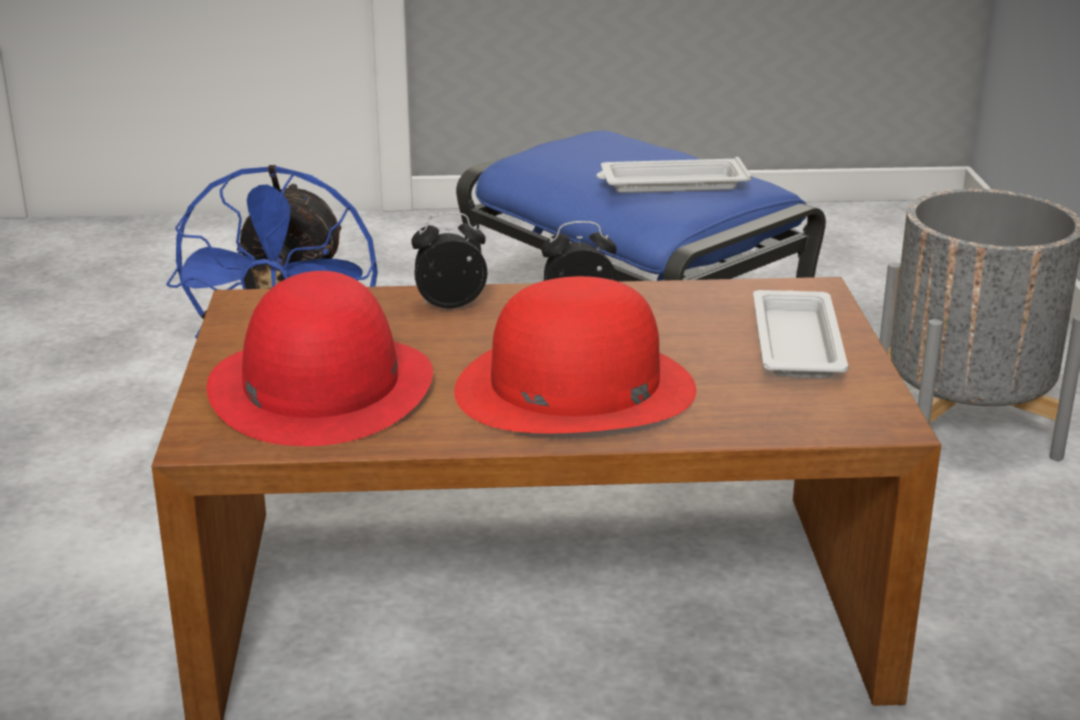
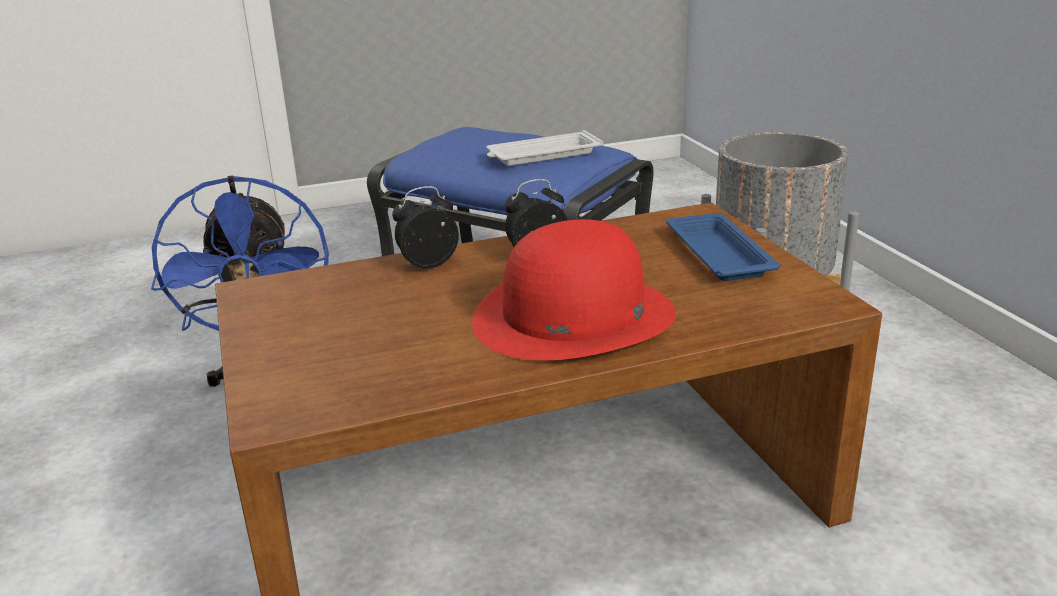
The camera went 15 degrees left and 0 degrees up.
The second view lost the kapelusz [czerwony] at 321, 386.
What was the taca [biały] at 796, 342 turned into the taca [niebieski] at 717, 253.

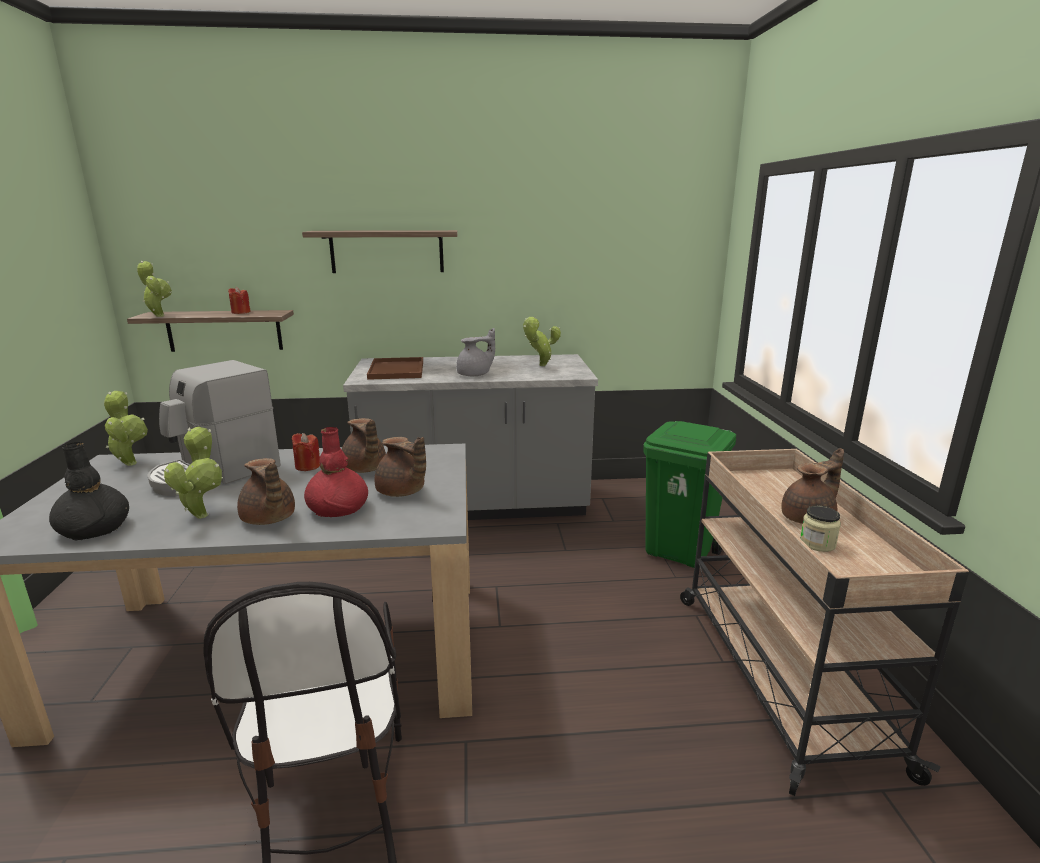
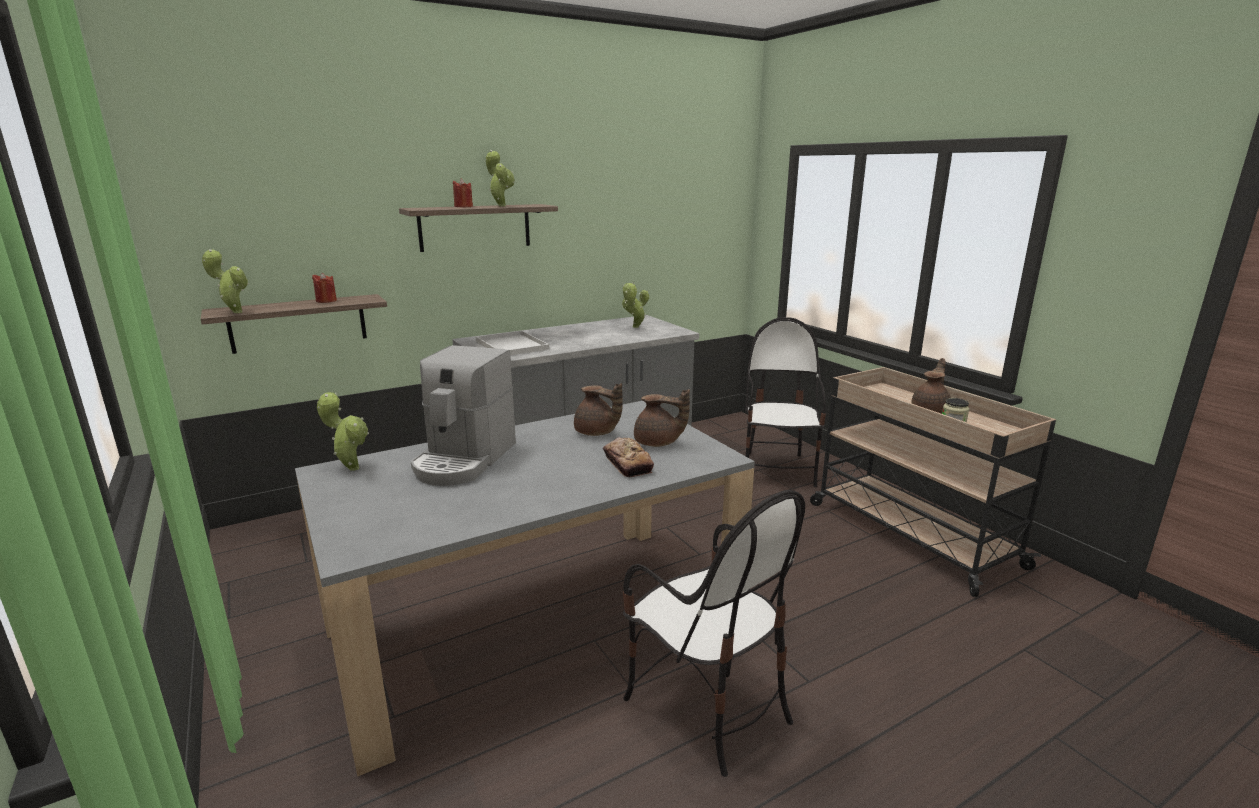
The camera went 25 degrees left and 0 degrees up.
The second view lost the wazon [czarny] at 95, 528.
The roślina doniczkowa ended up elsewhere, having gone from 203, 513 to 501, 206.
The second view lost the imbryk [brązowy] at 268, 519.
The świeca [czerwony] ended up elsewhere, having gone from 307, 466 to 463, 206.
Where the wazon [czerwony] stood at 338, 508, the chleb came to stand at 627, 463.
What was the taca [brązowy] at 396, 369 turned into the taca [biały] at 510, 345.
The second view lost the imbryk [szary] at 475, 375.
Where the kosz na śmieci [zielony] stood at 680, 551, the krzesło came to stand at 777, 470.

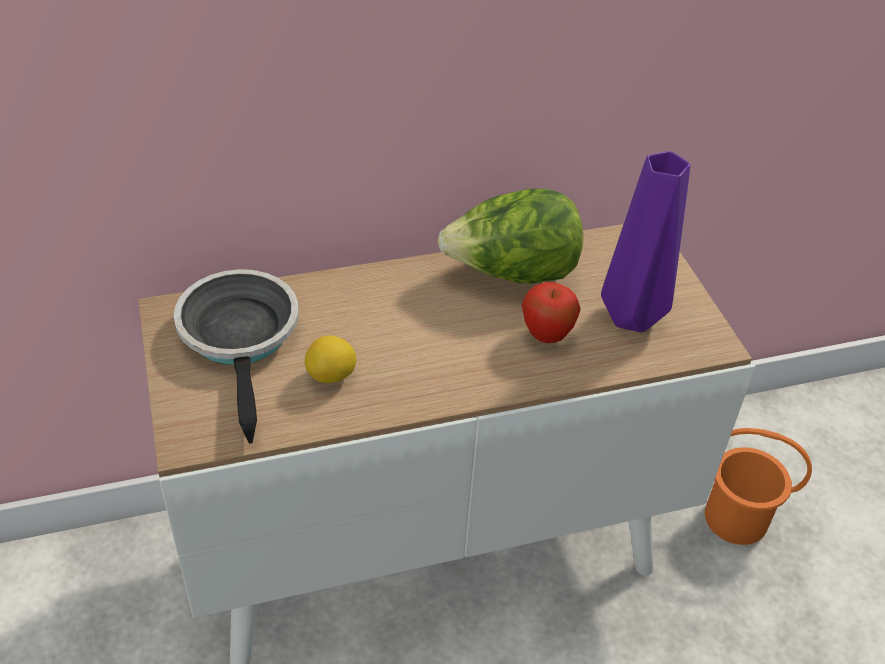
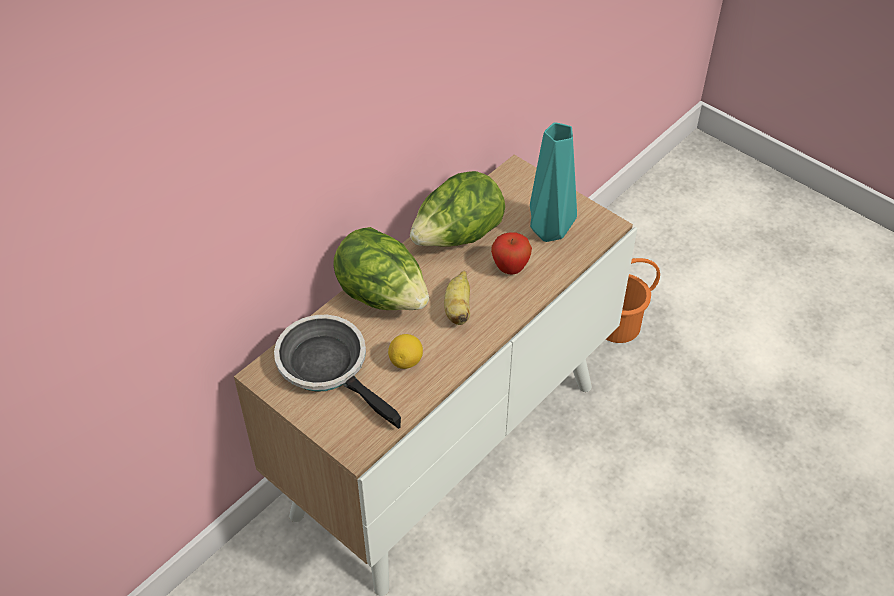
The camera went 30 degrees left and 5 degrees up.
What was the wazon [fioletowy] at 628, 317 turned into the wazon [turkusowy] at 547, 232.
The second view gained the sałata at 383, 296.
The second view gained the banan at 458, 309.

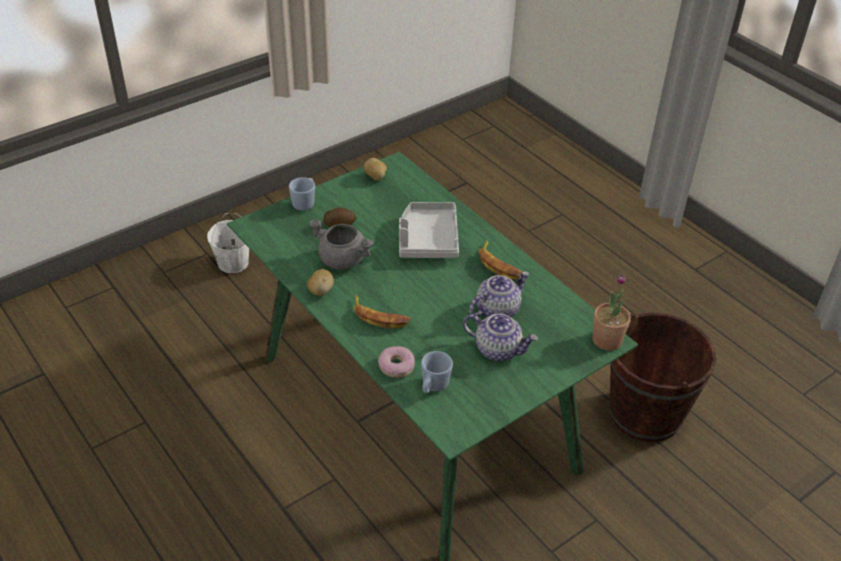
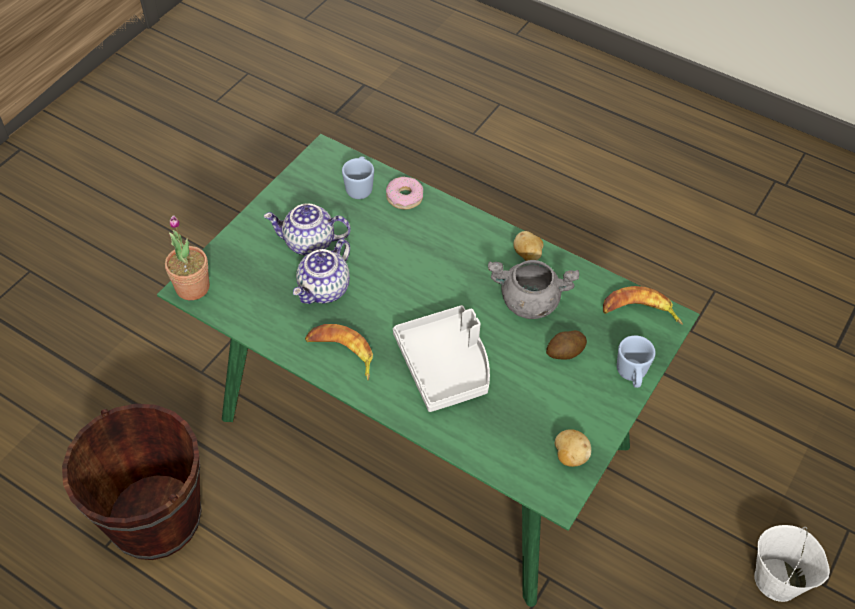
The camera went 160 degrees right and 10 degrees up.
The banan ended up elsewhere, having gone from 379, 316 to 639, 312.

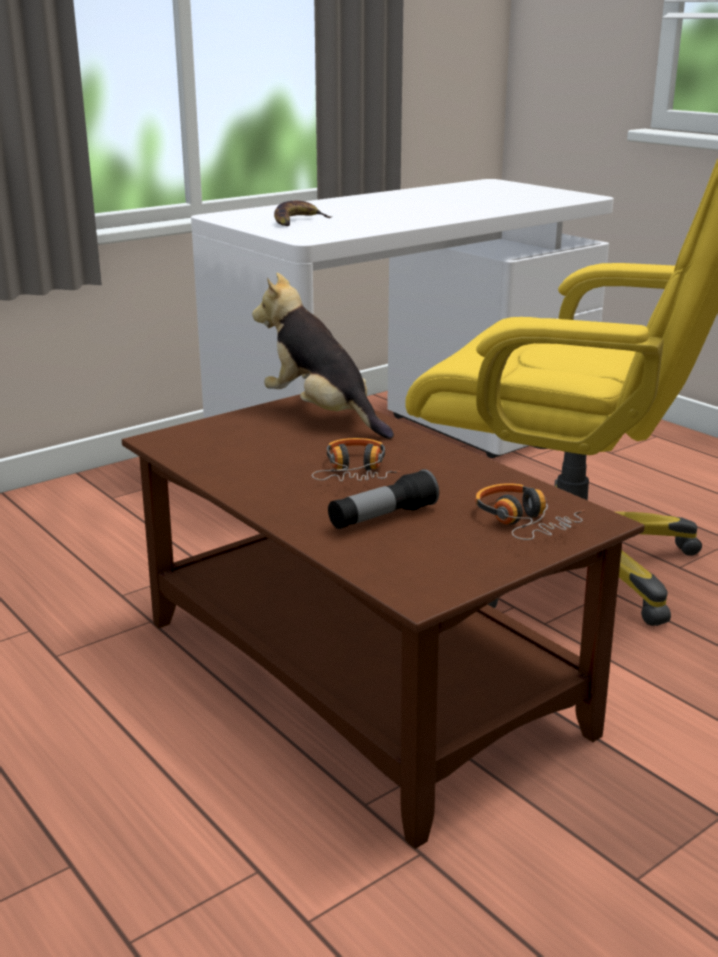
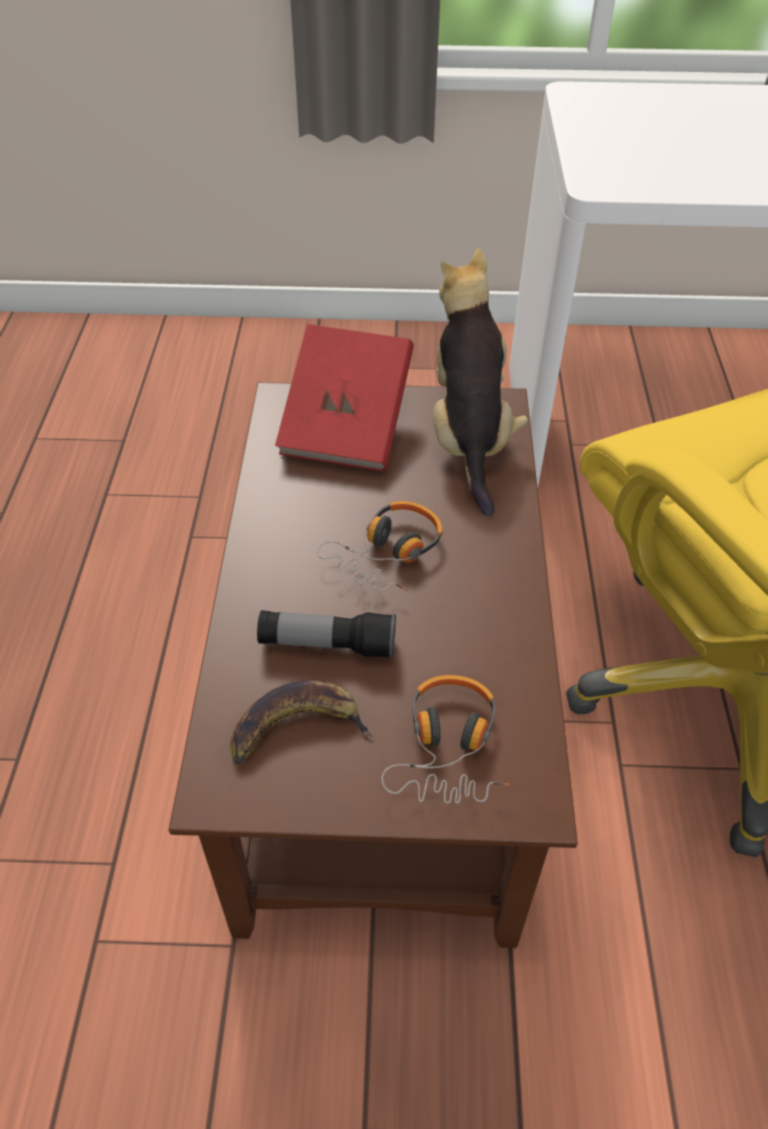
The camera went 40 degrees right and 25 degrees up.
The banan ended up elsewhere, having gone from 297, 221 to 297, 727.
The second view gained the książka [czerwony] at 347, 426.

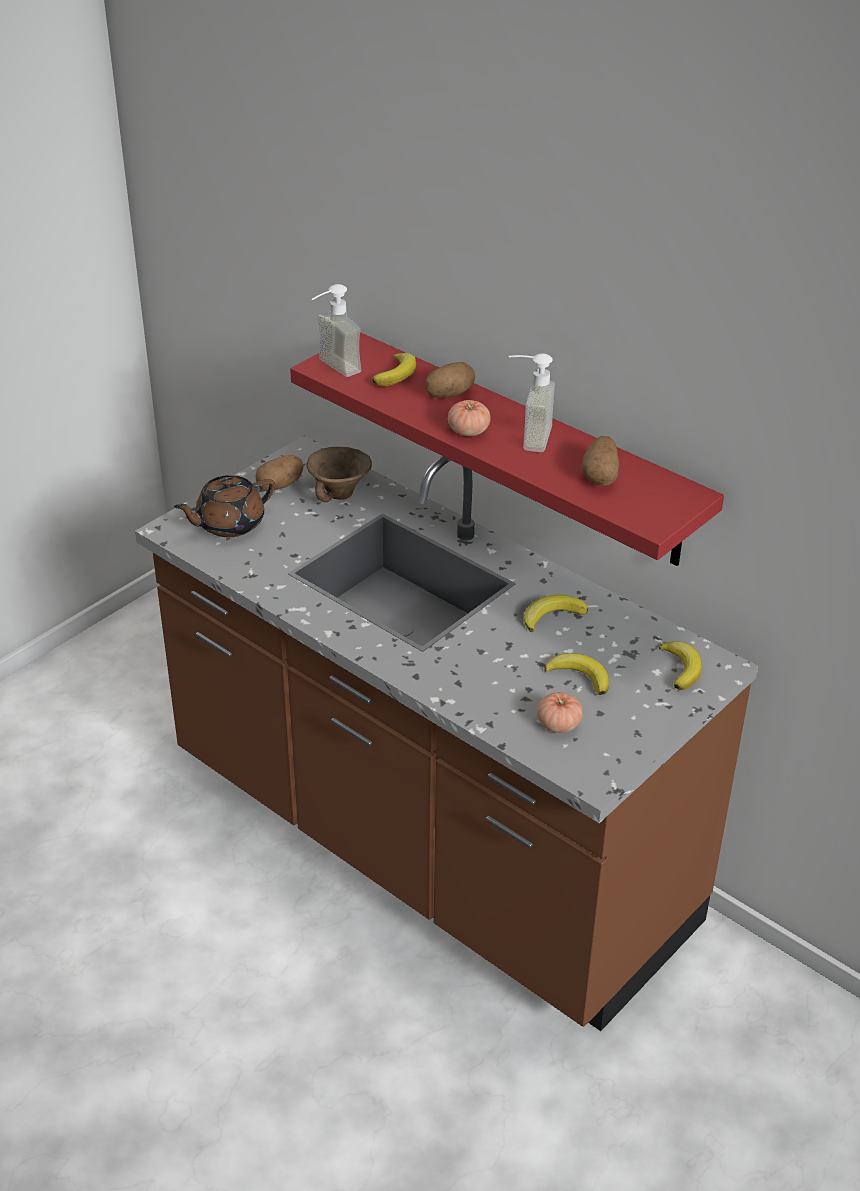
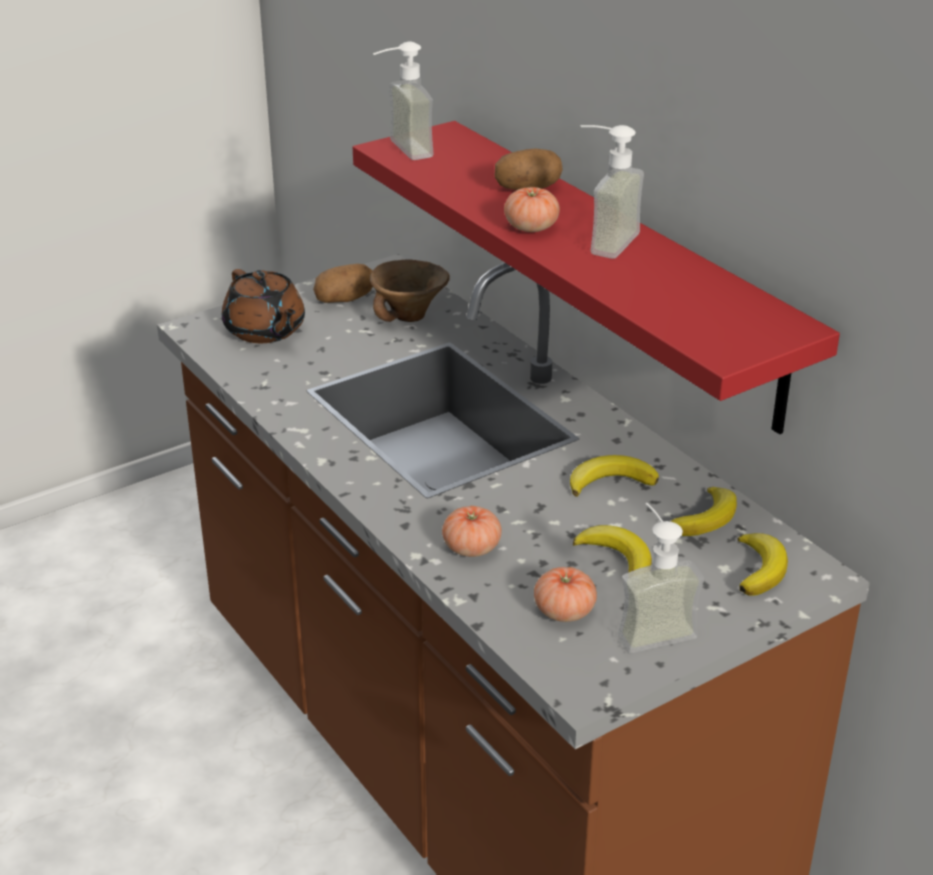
The camera went 15 degrees right and 5 degrees down.
The imbryk [brązowy] at 229, 524 ended up facing another way, 105 degrees counterclockwise from before.
The banan ended up elsewhere, having gone from 397, 373 to 707, 518.
The second view lost the ziemniak at 600, 475.
The second view gained the pomidor at 471, 548.
The second view gained the dozownik mydła at 650, 627.

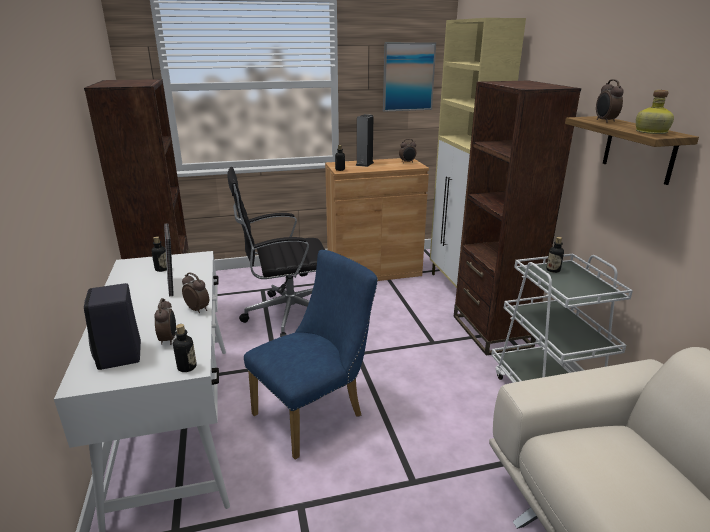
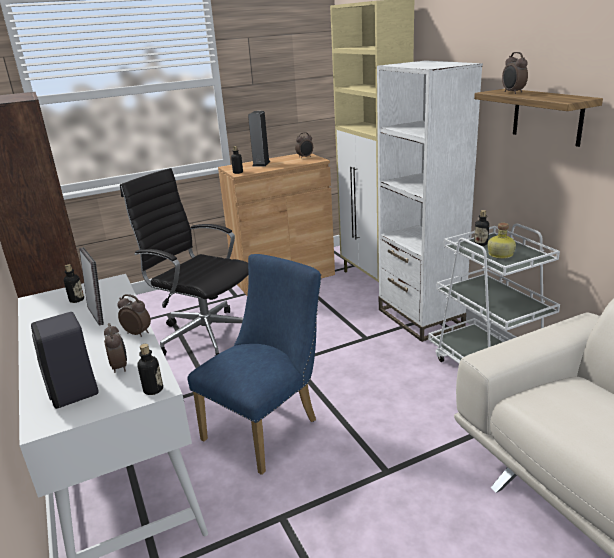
The camera went 10 degrees left and 0 degrees up.
The krzesło biurowe [czarny] at 287, 315 ended up facing another way, 60 degrees clockwise from before.
The second view lost the obraz at 408, 77.
What was the regał [brązowy] at 491, 331 turned into the regał [biały] at 420, 318.
The butelka ended up elsewhere, having gone from 650, 132 to 499, 254.

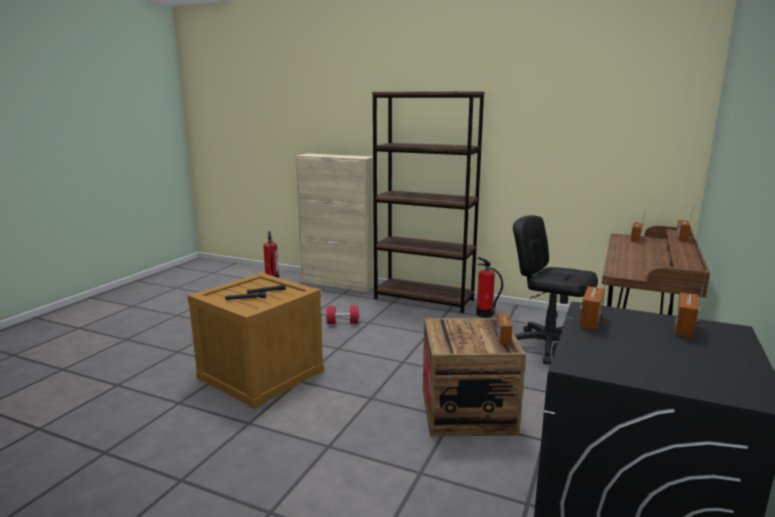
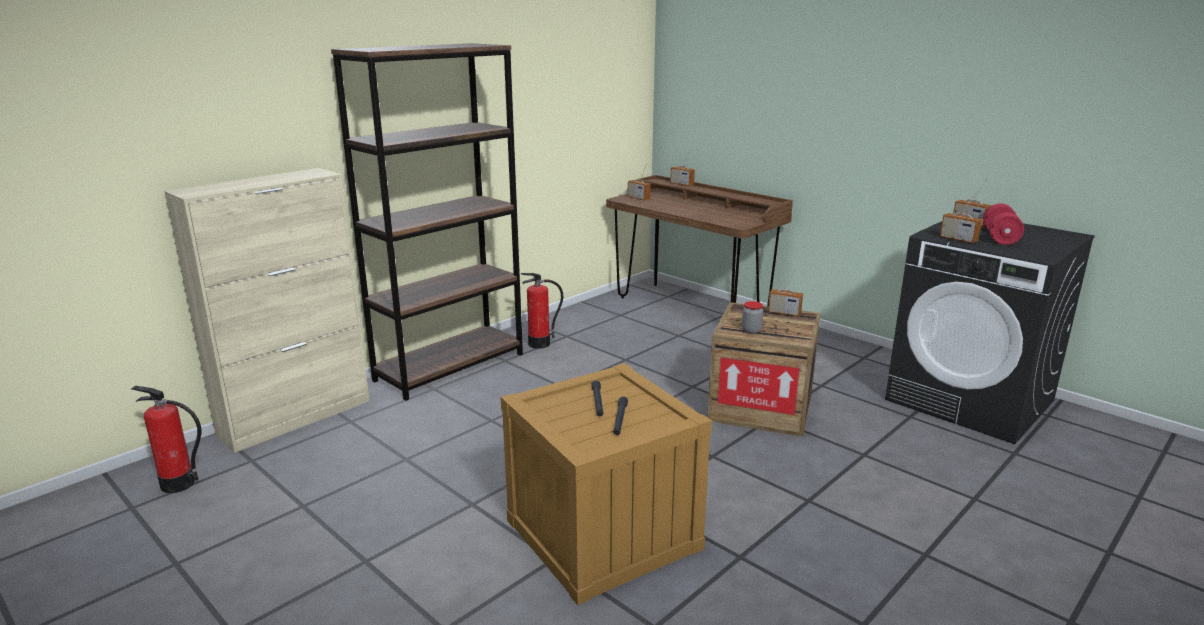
The camera went 70 degrees left and 5 degrees up.
The hantel [czerwony] ended up elsewhere, having gone from 342, 323 to 1000, 238.
The second view lost the krzesło biurowe [czarny] at 548, 346.
The second view gained the słoik at 751, 330.

